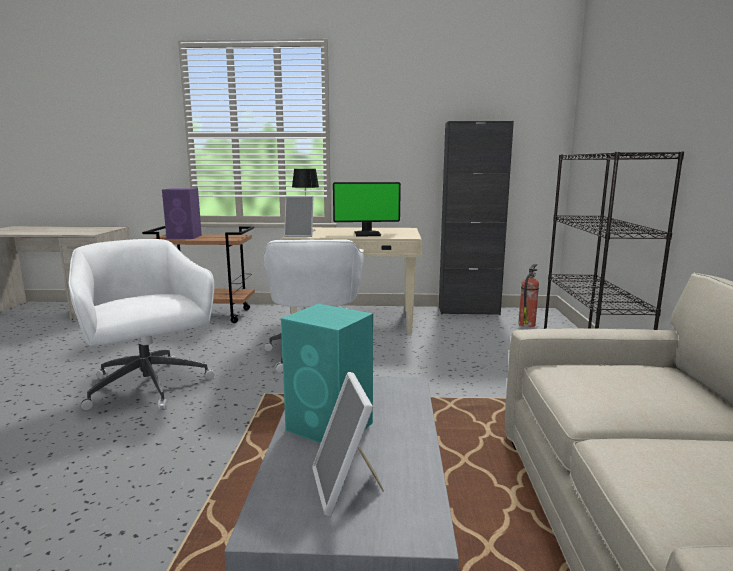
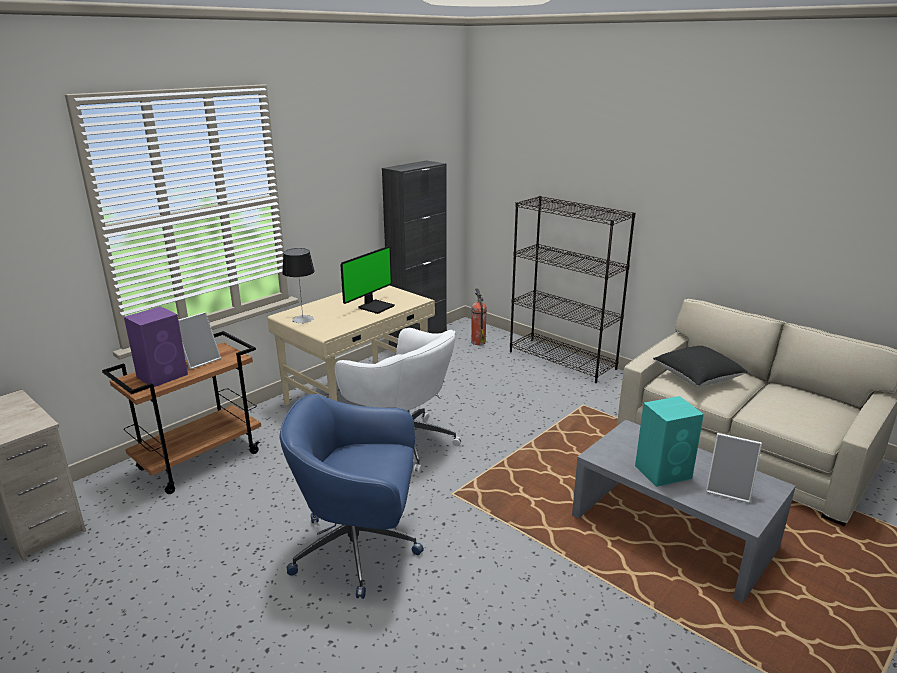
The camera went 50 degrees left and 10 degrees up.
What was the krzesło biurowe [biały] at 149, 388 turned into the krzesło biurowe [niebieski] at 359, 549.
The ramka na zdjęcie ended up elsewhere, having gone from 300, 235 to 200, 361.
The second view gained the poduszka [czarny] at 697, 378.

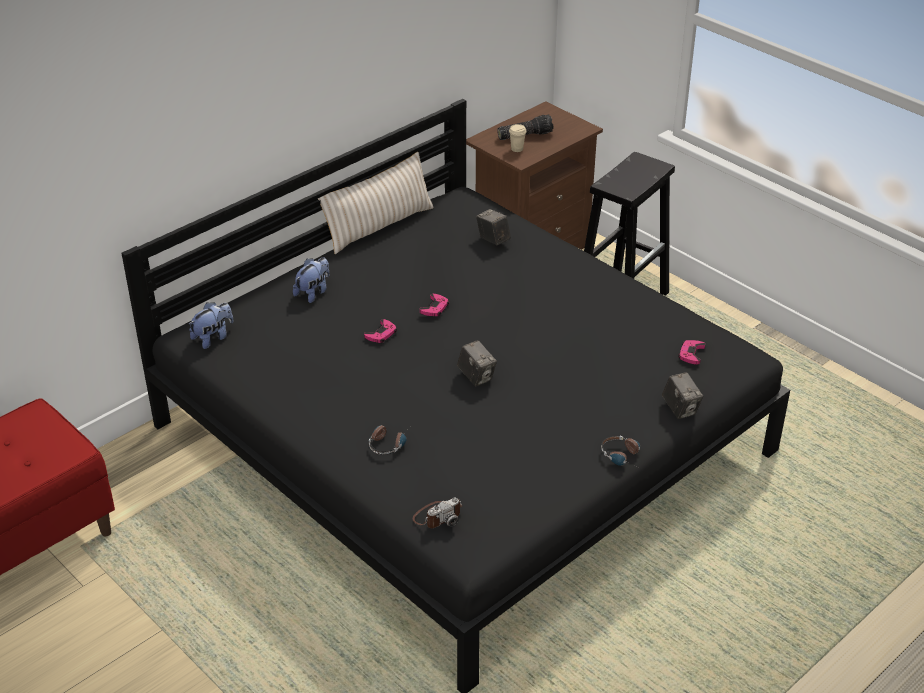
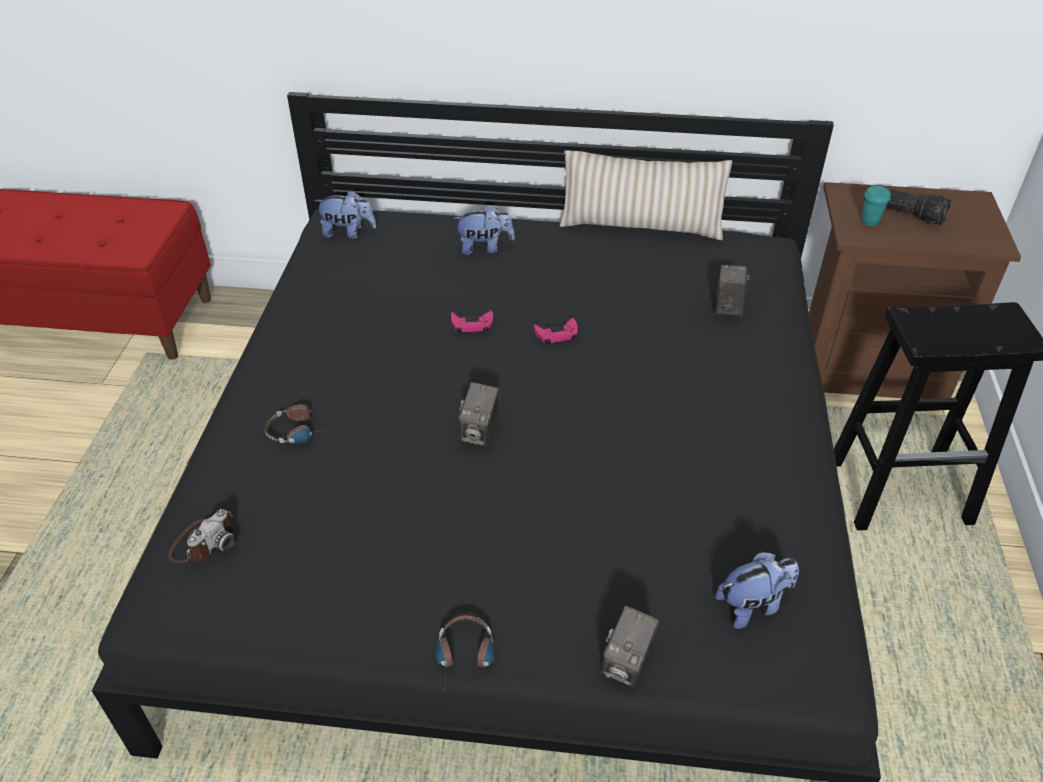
The camera went 50 degrees right and 5 degrees up.
The aparat fotograficzny at 437, 516 ended up facing another way, 75 degrees counterclockwise from before.
What was the filiżanka [beżowy] at 517, 149 turned into the filiżanka [turkusowy] at 869, 221.
Where the pad do gier [różowy] stood at 691, 354, the pluszak came to stand at 753, 605.

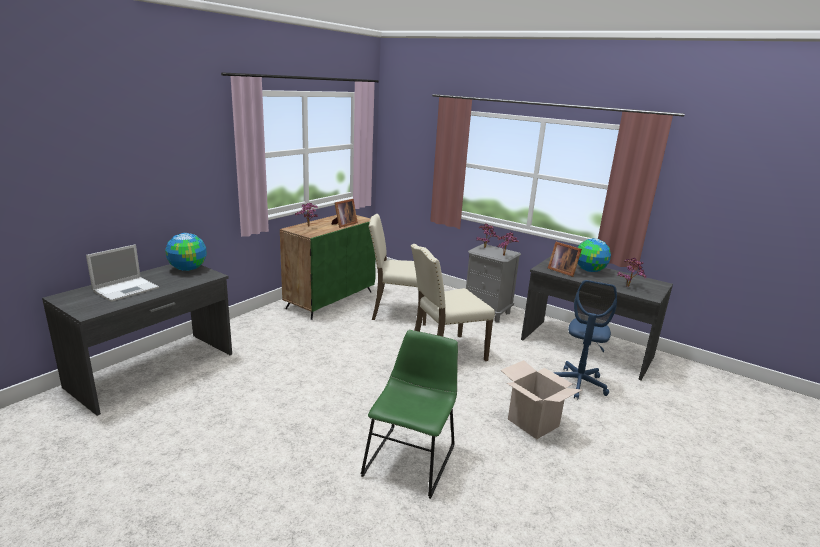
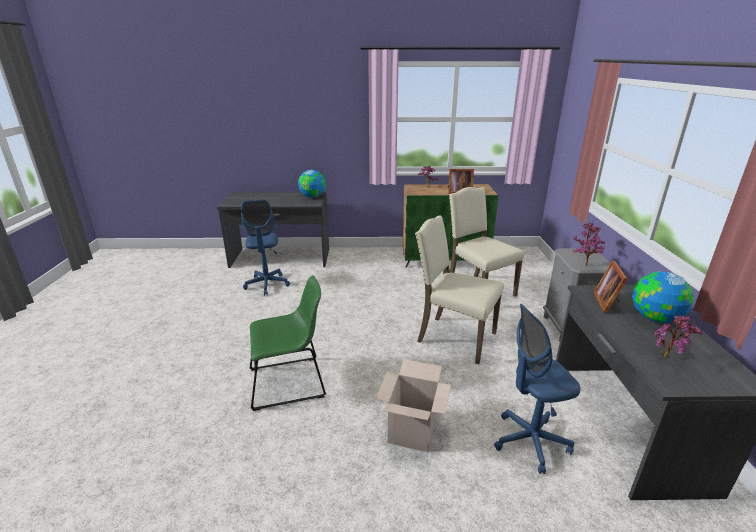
The camera went 55 degrees right and 5 degrees up.
The second view lost the laptop at 127, 289.
The second view gained the krzesło biurowe [niebieski] at 267, 284.

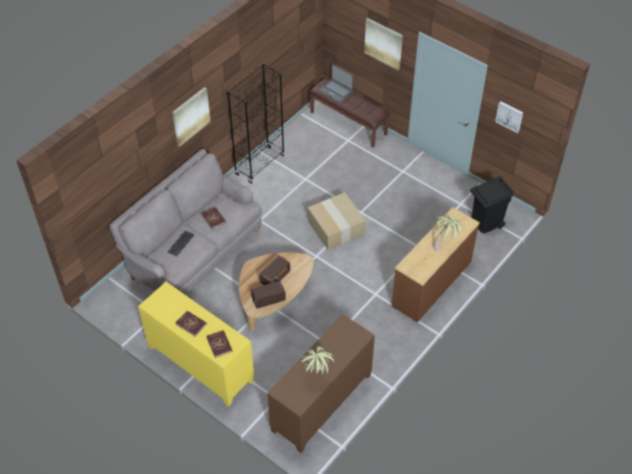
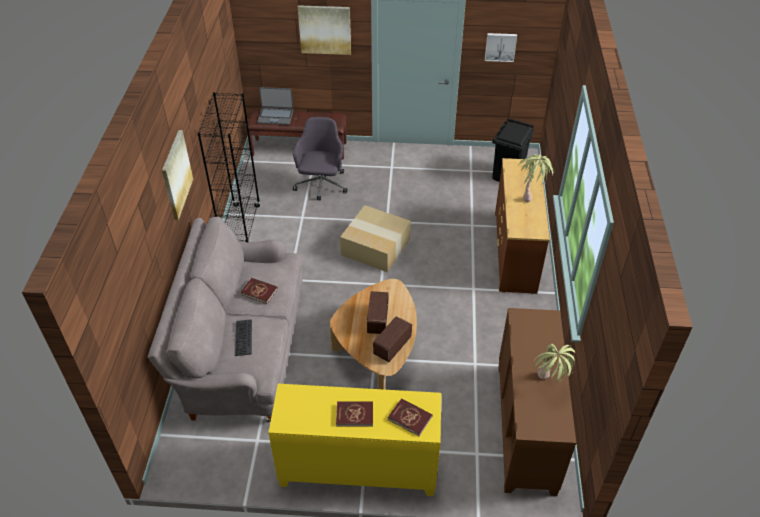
The camera went 35 degrees left and 5 degrees down.
The second view gained the krzesło biurowe [szary] at 321, 185.

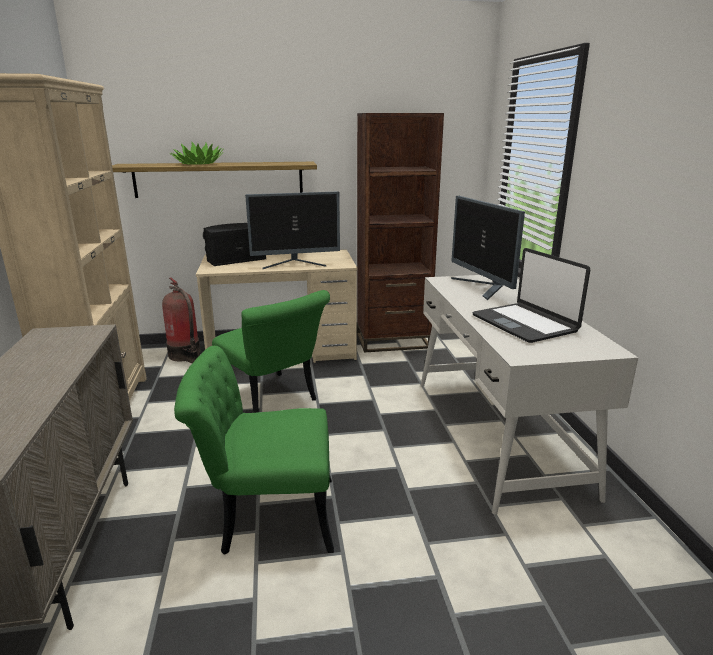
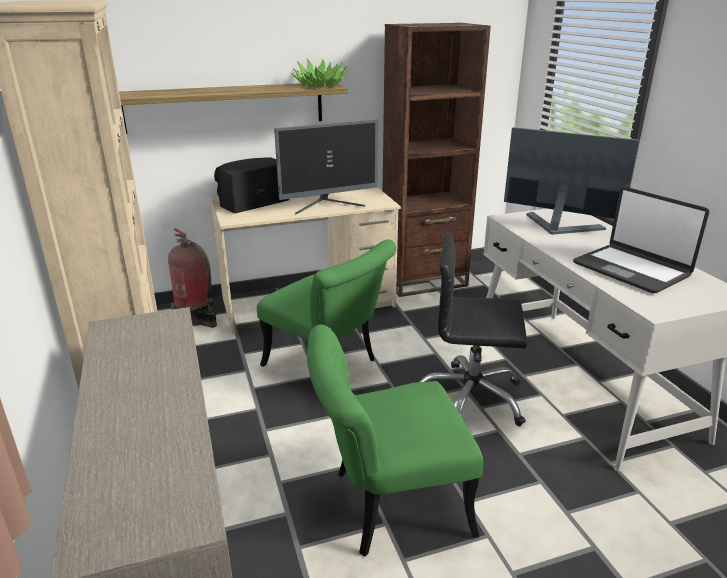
The camera went 10 degrees left and 5 degrees up.
The roślina doniczkowa ended up elsewhere, having gone from 198, 164 to 320, 85.
The monitor at 483, 288 ended up facing another way, 150 degrees clockwise from before.
The second view gained the krzesło biurowe [czarny] at 470, 399.

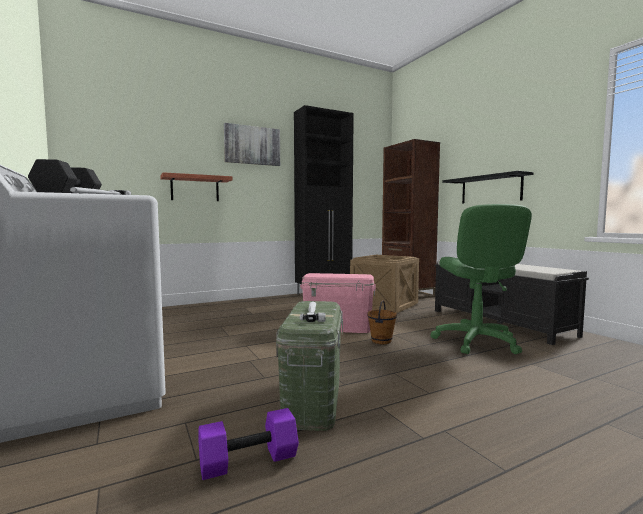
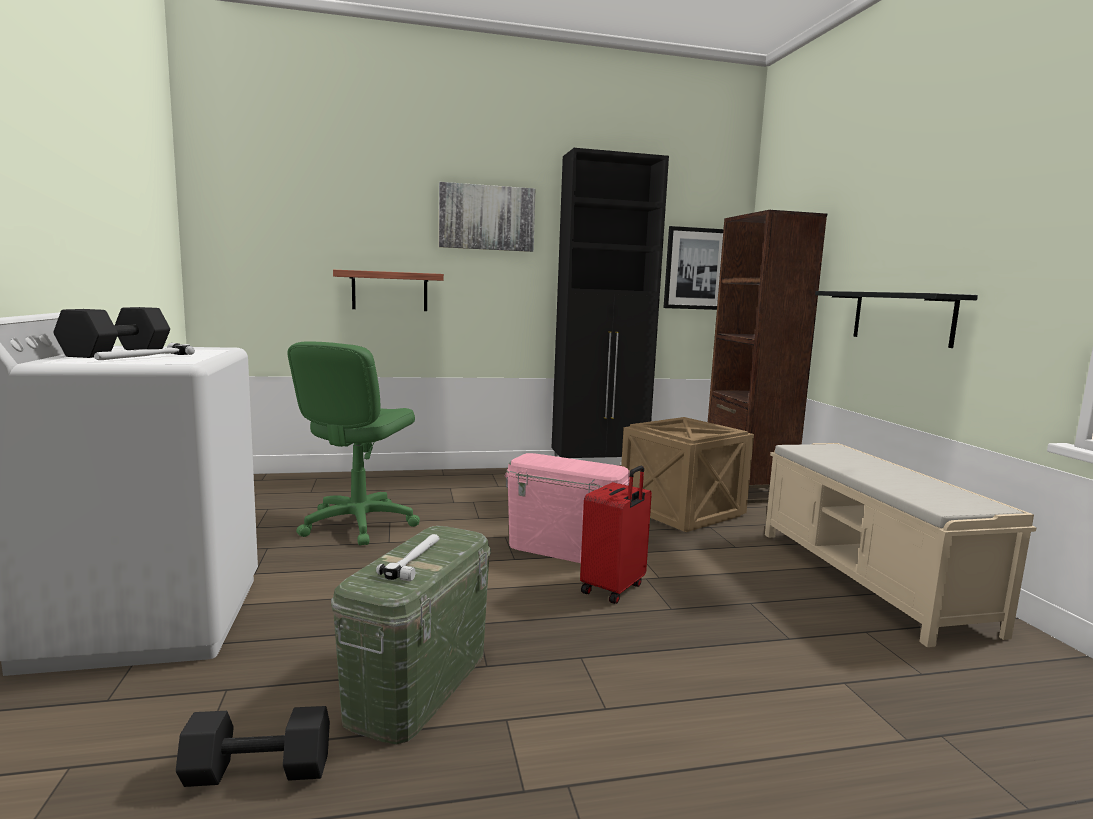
The camera went 15 degrees right and 5 degrees up.
What was the hantel [fioletowy] at 248, 462 turned into the hantel [czarny] at 256, 772.
Where the wiadro [brązowy] stood at 382, 341, the walizka [czerwony] came to stand at 614, 589.
The krzesło biurowe [zielony] ended up elsewhere, having gone from 475, 342 to 358, 524.
What was the ławka [czarny] at 500, 322 turned into the ławka [beżowy] at 869, 579.
The second view gained the obraz at 696, 269.

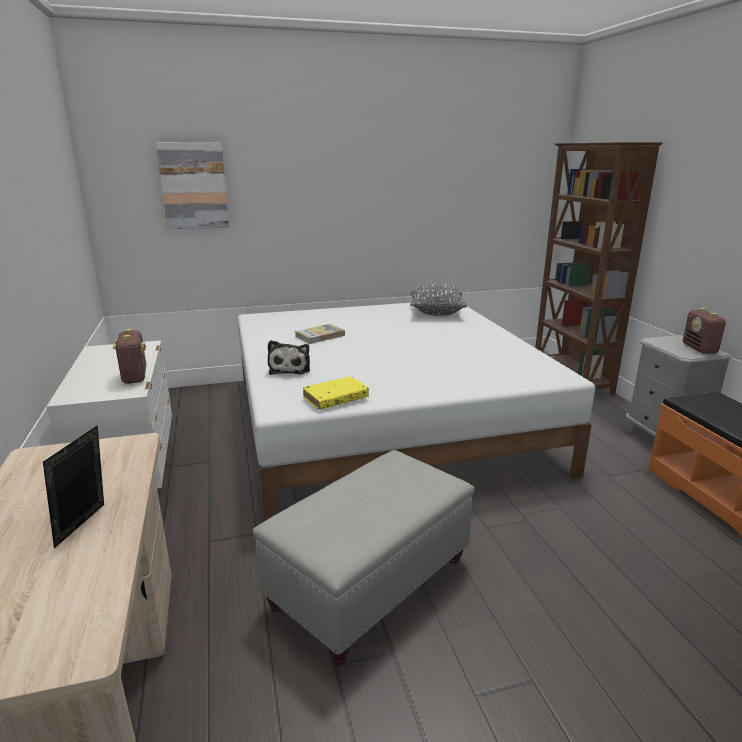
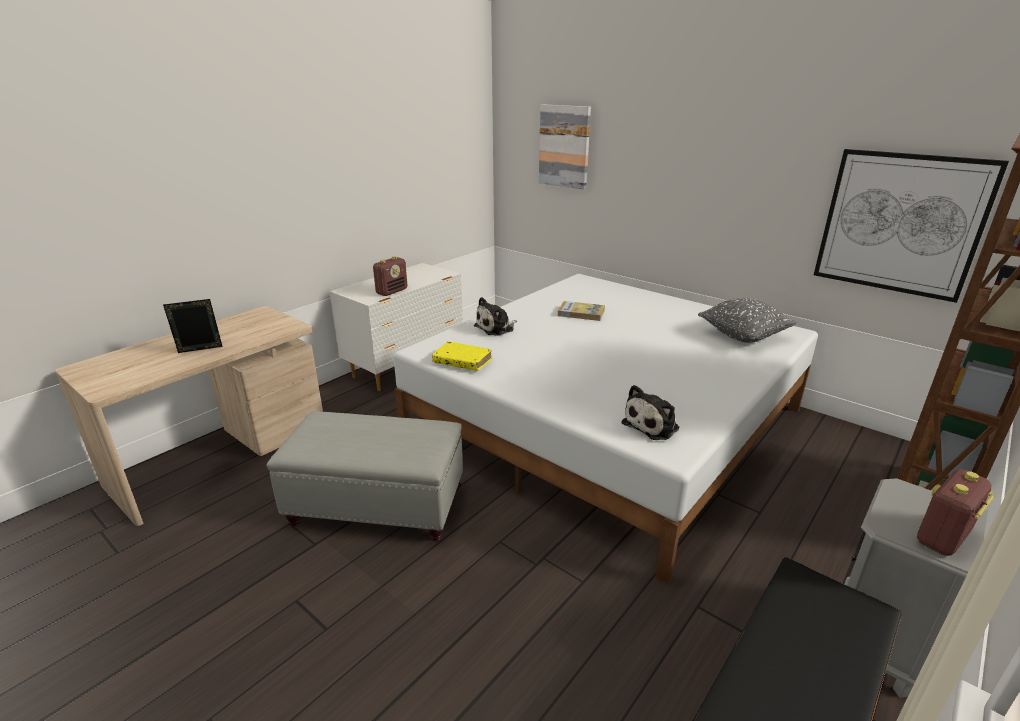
The camera went 55 degrees right and 5 degrees up.
The second view gained the pluszak at 653, 425.
The second view gained the obraz at 900, 224.

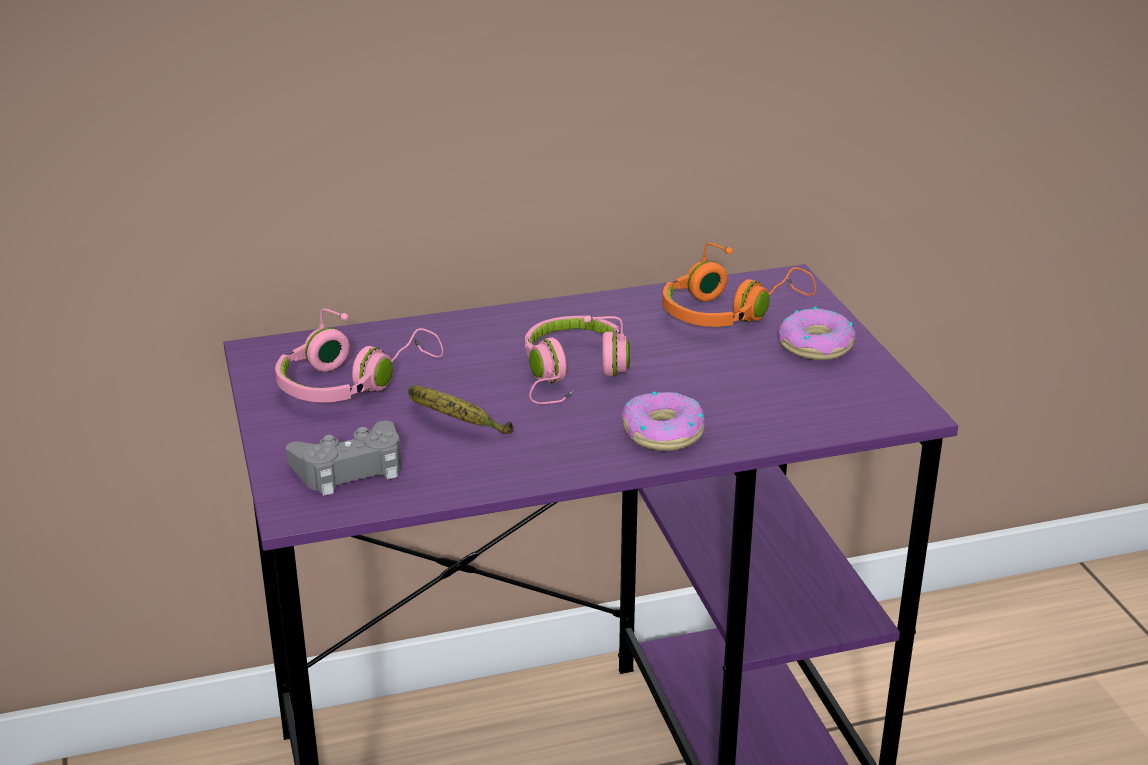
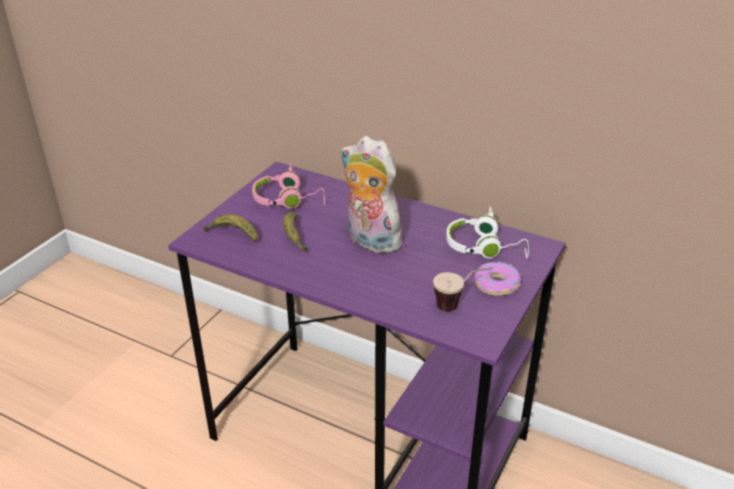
The camera went 45 degrees right and 5 degrees up.
Where the pad do gier [szary] stood at 350, 468, the banan came to stand at 233, 234.
Where the słuchawki [różowy] stood at 573, 375, the pluszak came to stand at 369, 241.
The second view lost the donut at 662, 432.
What was the słuchawki [pomarańczowy] at 729, 312 turned into the słuchawki [biały] at 484, 247.
The second view gained the filiżanka at 459, 306.

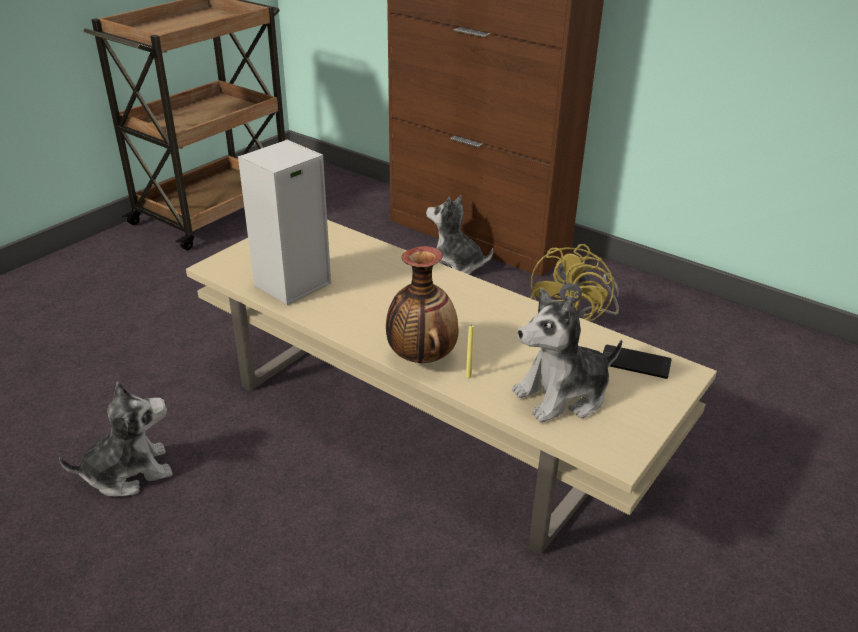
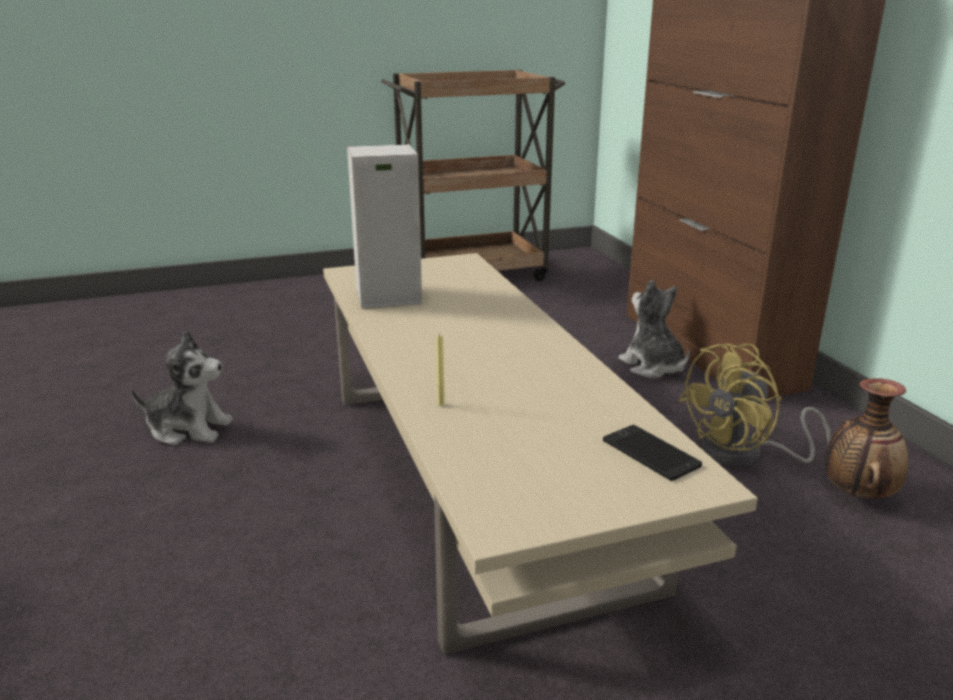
The camera went 35 degrees right and 10 degrees down.
The wazon ended up elsewhere, having gone from 421, 357 to 857, 494.
The second view lost the pluszak at 562, 395.

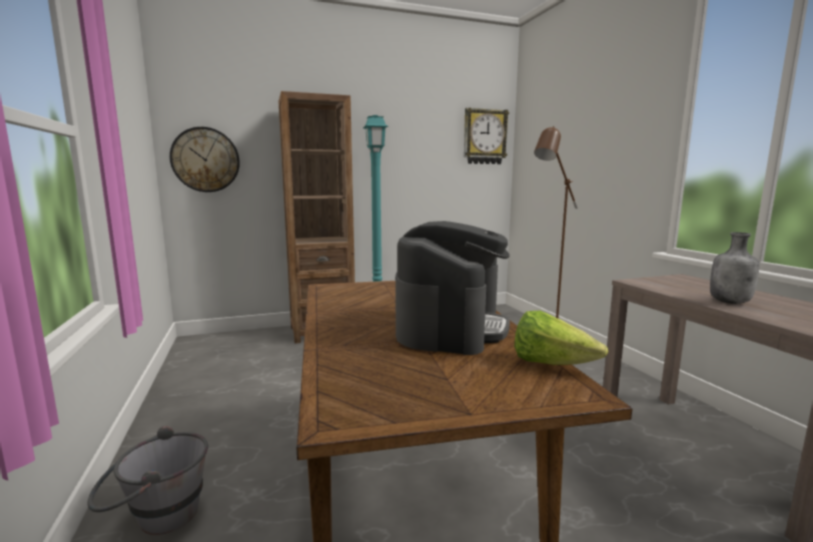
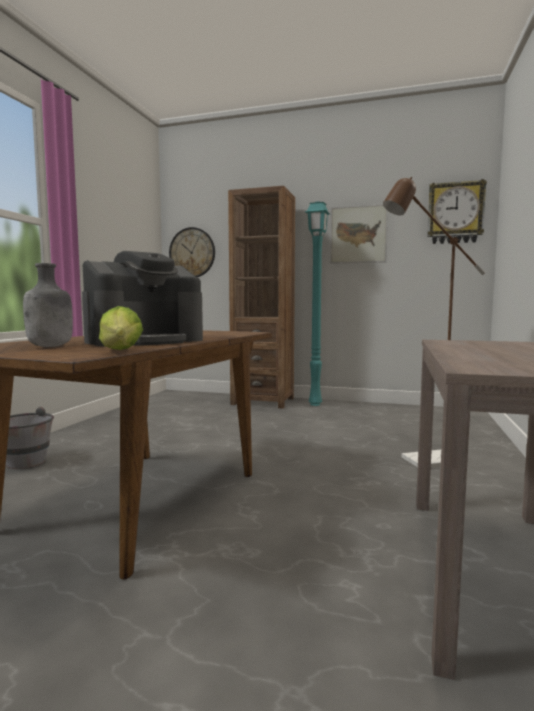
The camera went 35 degrees right and 5 degrees down.
The butelka [szary] ended up elsewhere, having gone from 730, 302 to 50, 346.
The second view gained the obraz at 358, 234.

